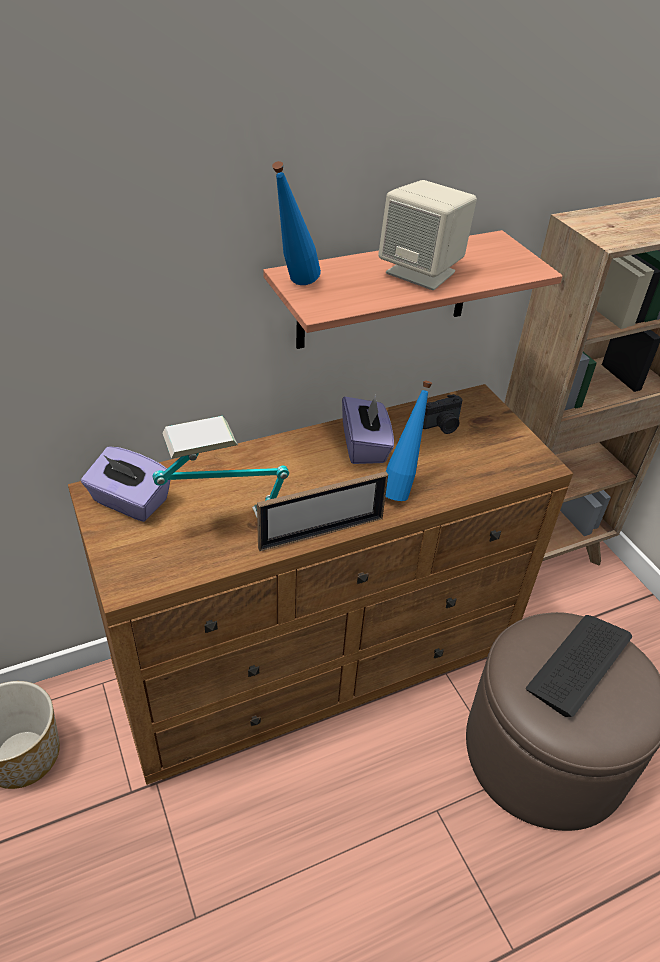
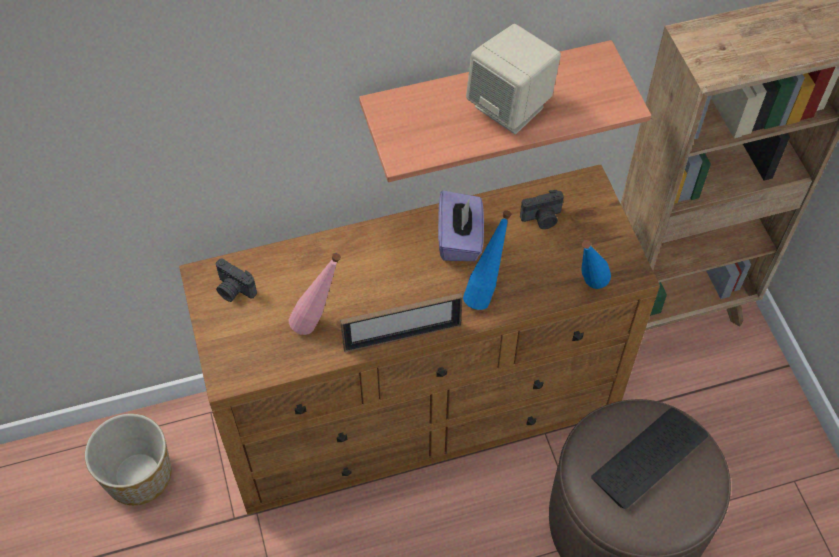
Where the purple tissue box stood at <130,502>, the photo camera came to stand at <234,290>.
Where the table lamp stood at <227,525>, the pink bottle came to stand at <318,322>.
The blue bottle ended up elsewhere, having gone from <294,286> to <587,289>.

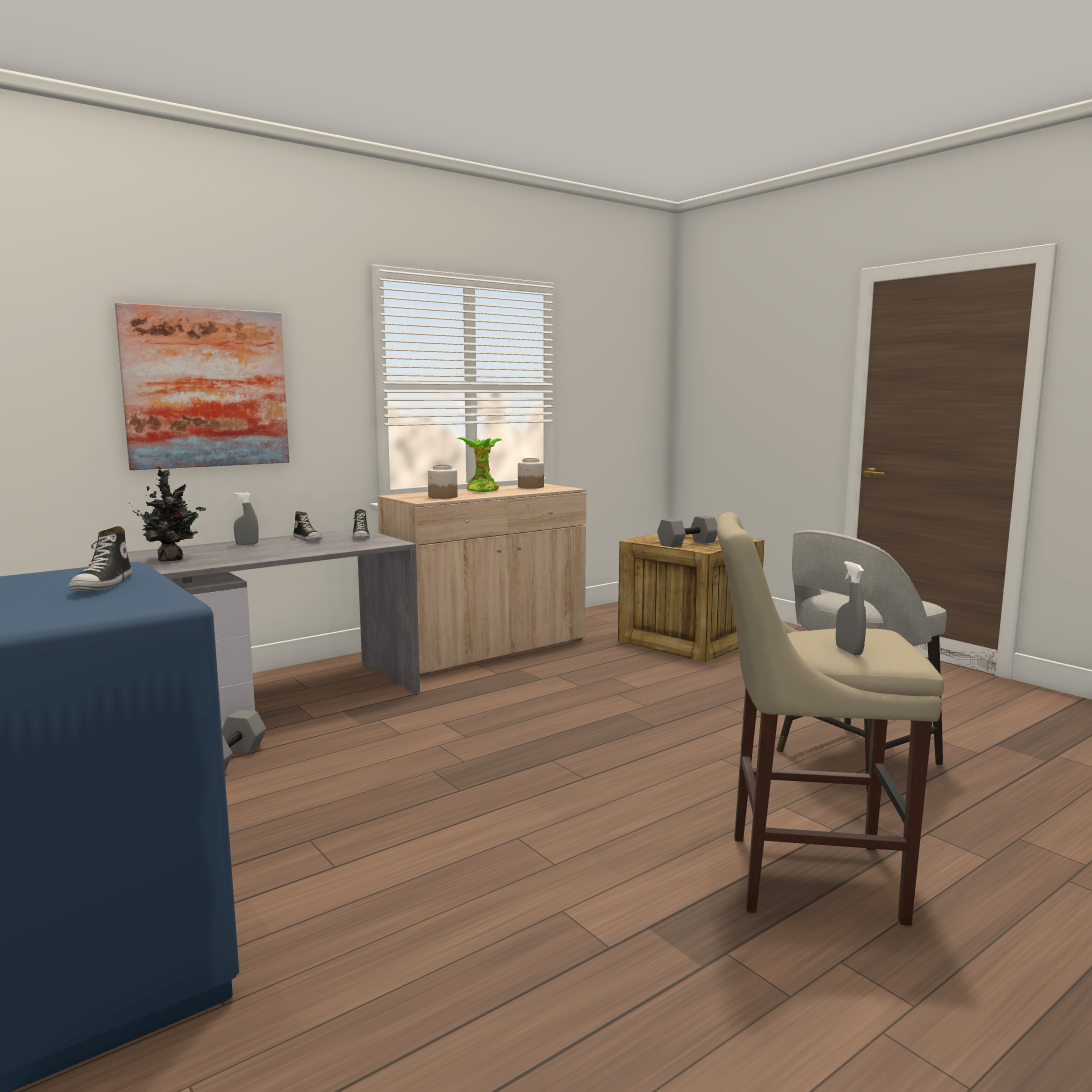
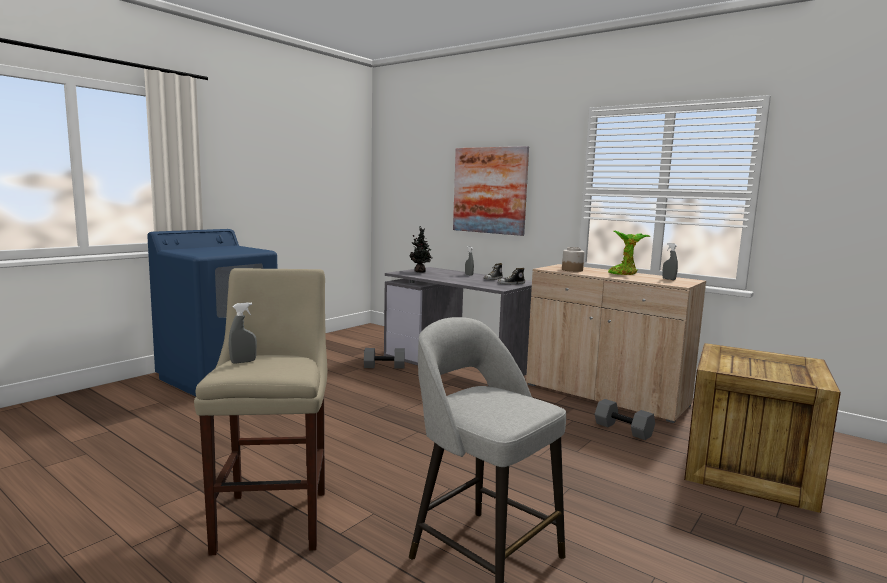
The second view lost the shoe at <103,585>.
Where the jar stood at <530,487>, the grey spray bottle came to stand at <668,279>.
The grey dumbbell ended up elsewhere, having gone from <687,544> to <622,430>.

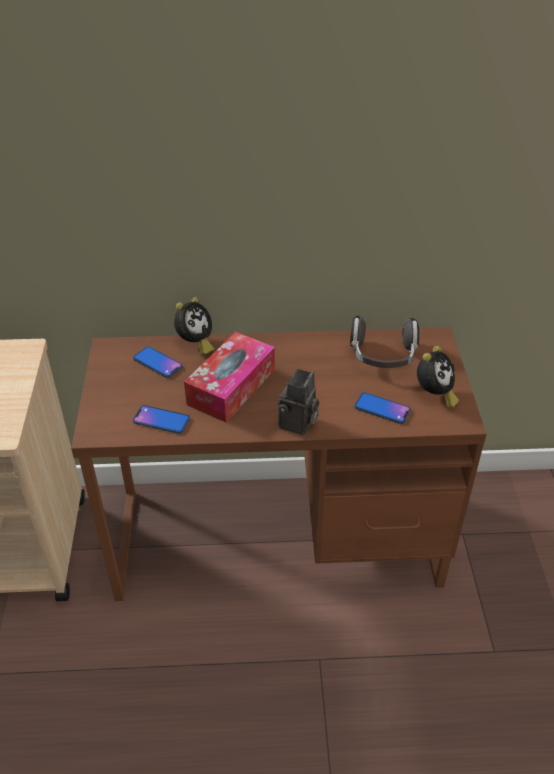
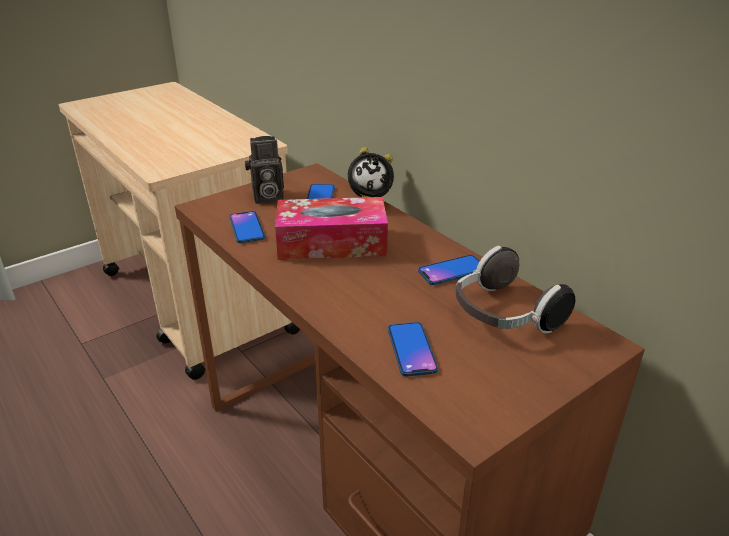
The photo camera ended up elsewhere, having gone from <298,424> to <266,197>.
The second view lost the alarm clock at <434,395>.
The second view gained the phone at <452,271>.

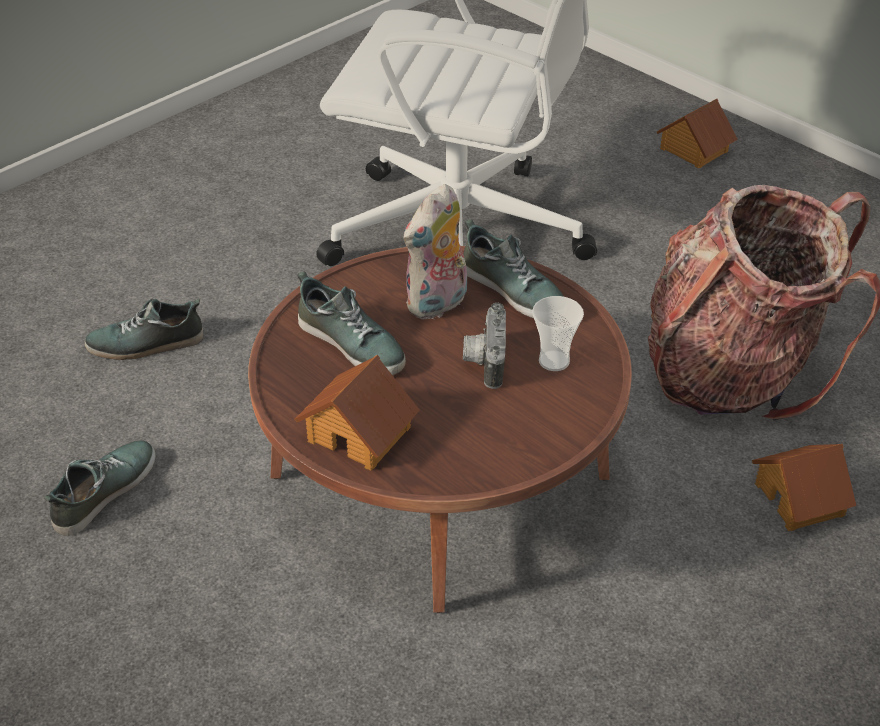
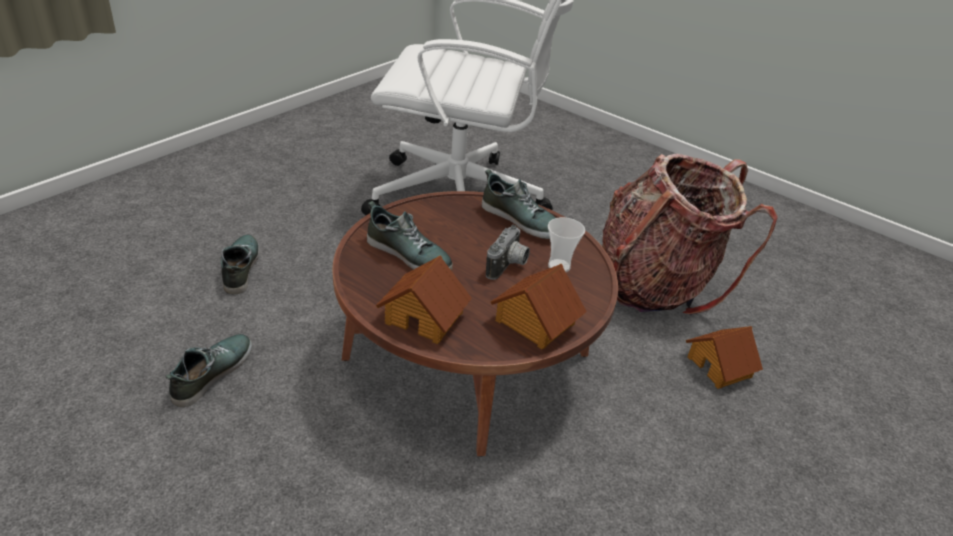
The shoe at <146,344> ended up facing another way, 105 degrees clockwise from before.
The second view lost the plush toy at <438,305>.
The photo camera at <483,361> ended up facing another way, 150 degrees counterclockwise from before.
The toy house ended up elsewhere, having gone from <693,150> to <534,322>.

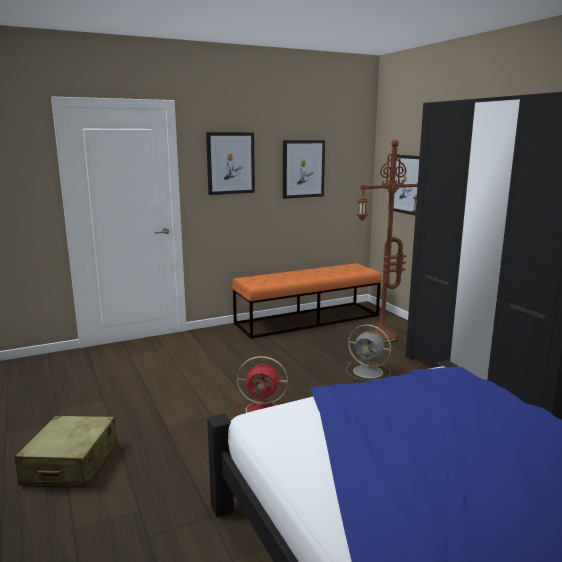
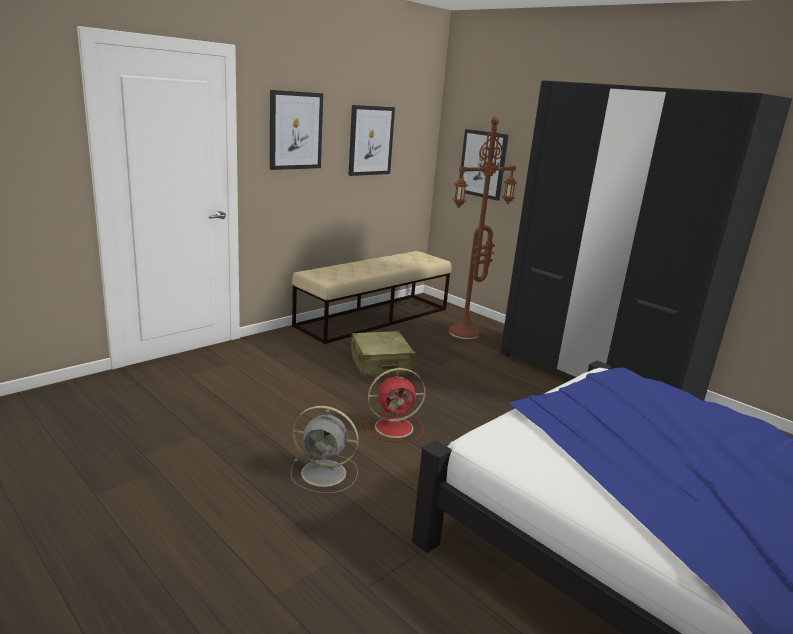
The beige suitcase ended up elsewhere, having gone from <71,464> to <380,366>.
What was the orange bench at <308,319> turned into the beige bench at <374,317>.
The grey fan ended up elsewhere, having gone from <369,372> to <325,473>.

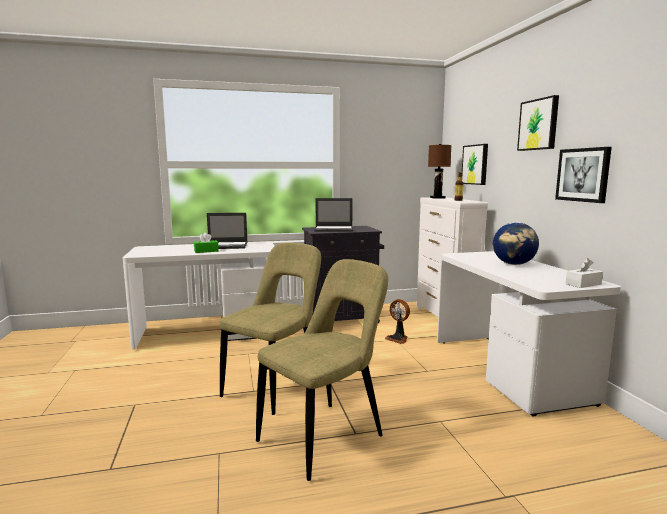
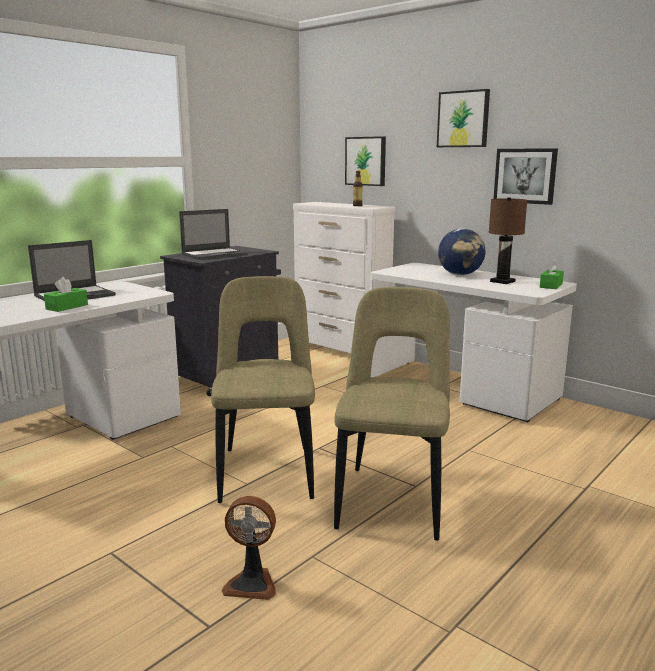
The fan ended up elsewhere, having gone from <398,339> to <252,583>.
The brown table lamp ended up elsewhere, having gone from <437,198> to <502,281>.
What was the white tissue box at <583,284> turned into the green tissue box at <551,285>.

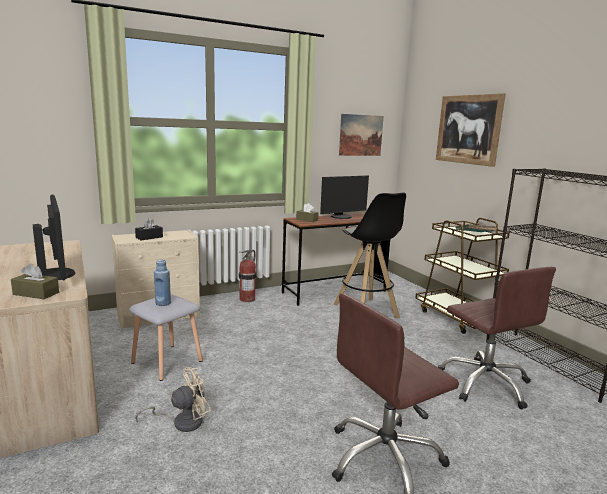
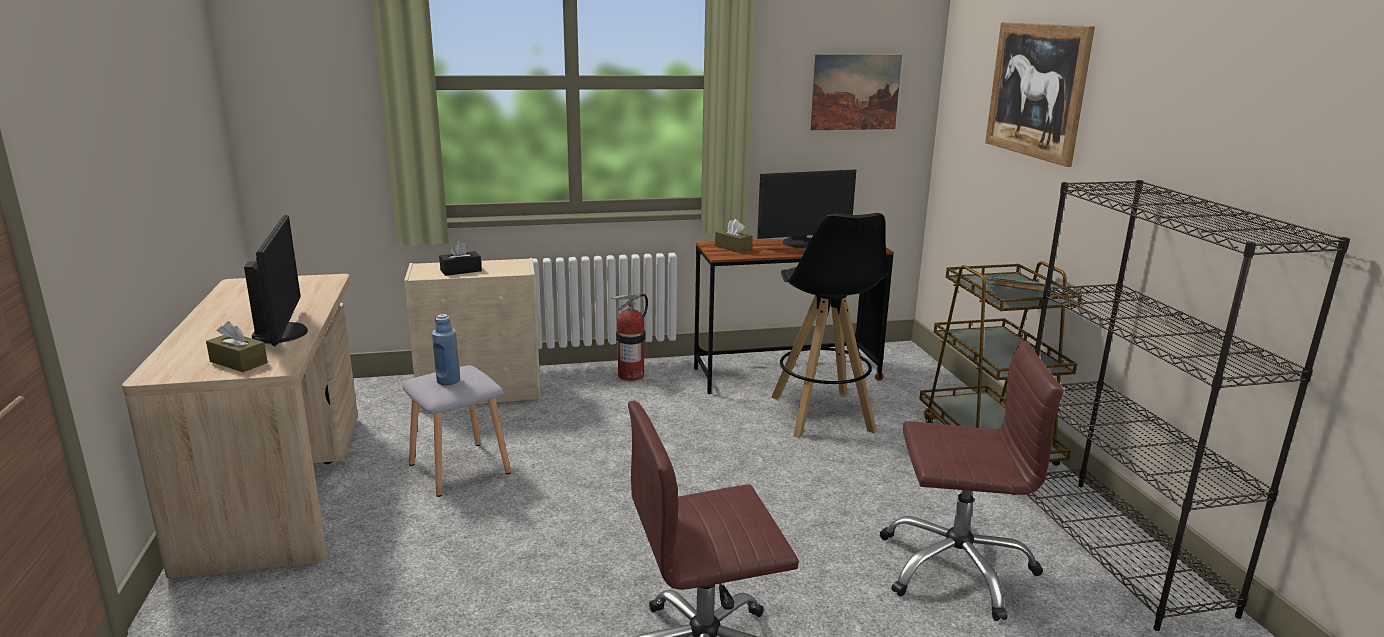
The second view lost the beige fan at <182,422>.
The brown office chair at <485,383> ended up facing another way, 75 degrees counterclockwise from before.

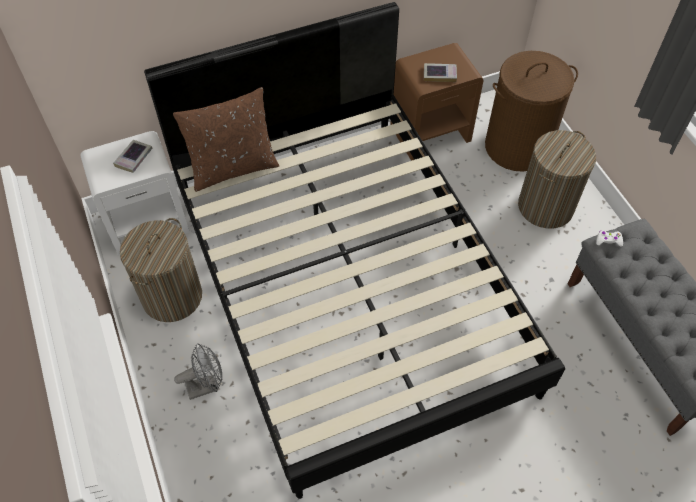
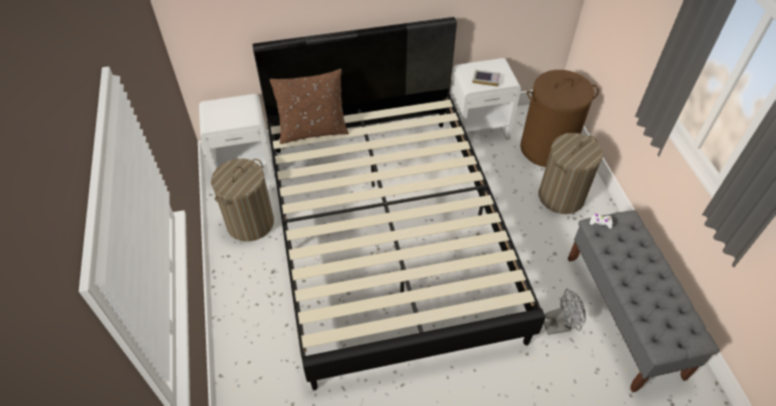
The second view lost the book at <134,158>.
The grey fan ended up elsewhere, having gone from <207,385> to <560,326>.
What was the brown nightstand at <431,133> turned into the white nightstand at <478,129>.

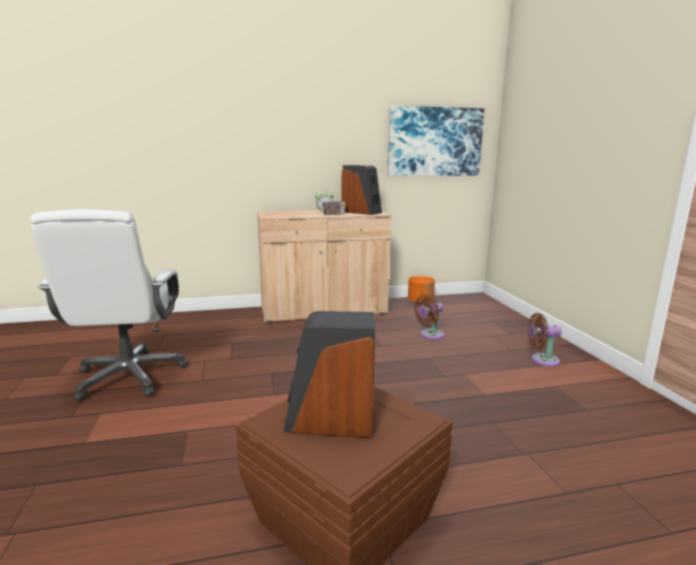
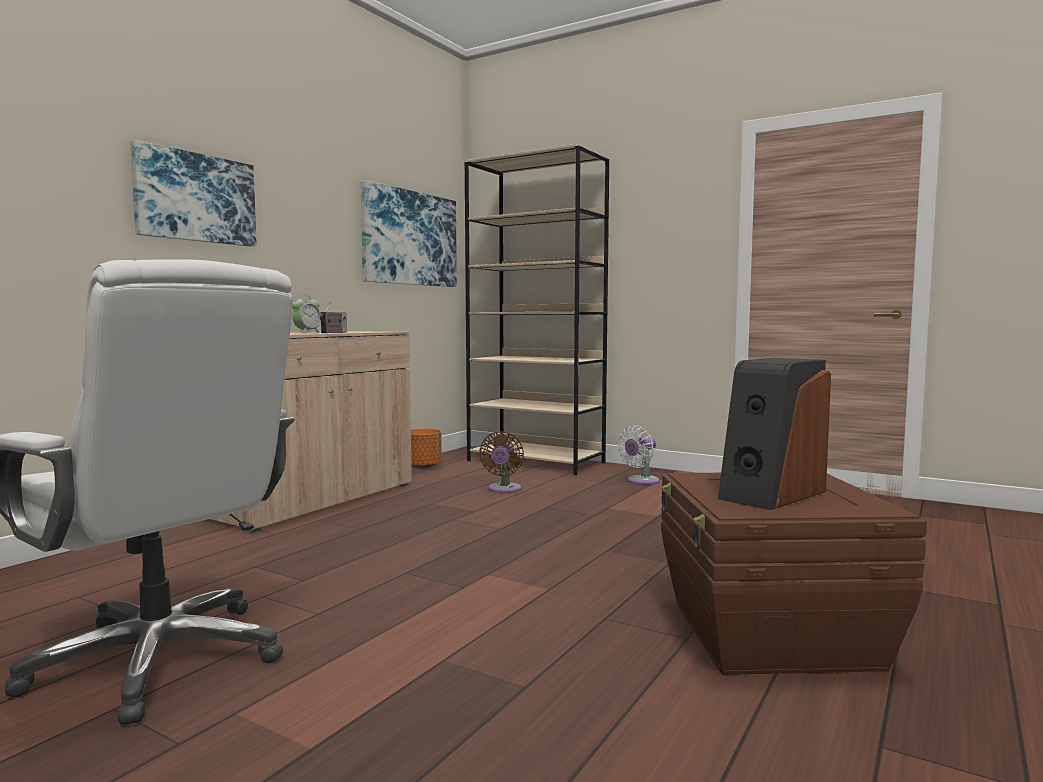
The second view lost the speaker at <361,212>.
What was the brown fan at <542,360> turned into the white fan at <641,481>.
The second view gained the picture at <195,198>.
The second view gained the beige bookcase at <536,461>.

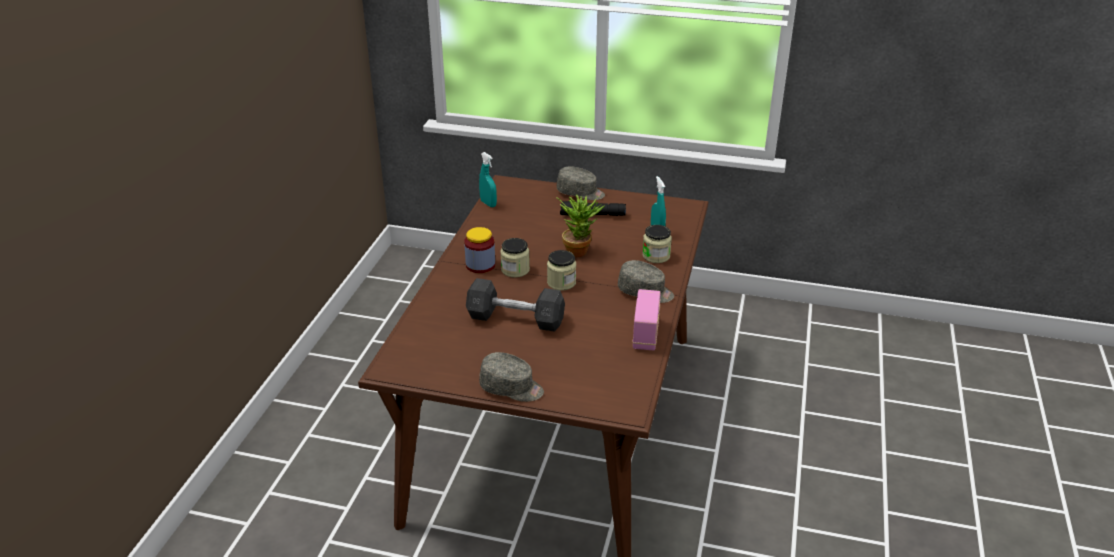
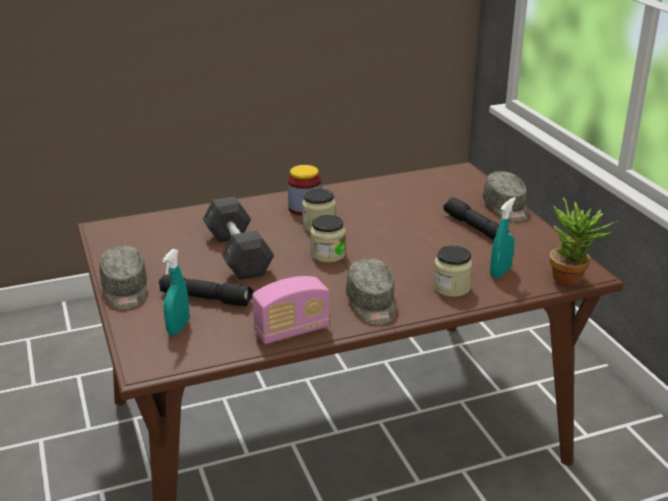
The turquoise spray bottle ended up elsewhere, having gone from <488,204> to <178,328>.
The potted plant ended up elsewhere, having gone from <580,250> to <573,279>.
The second view gained the black flashlight at <207,298>.

